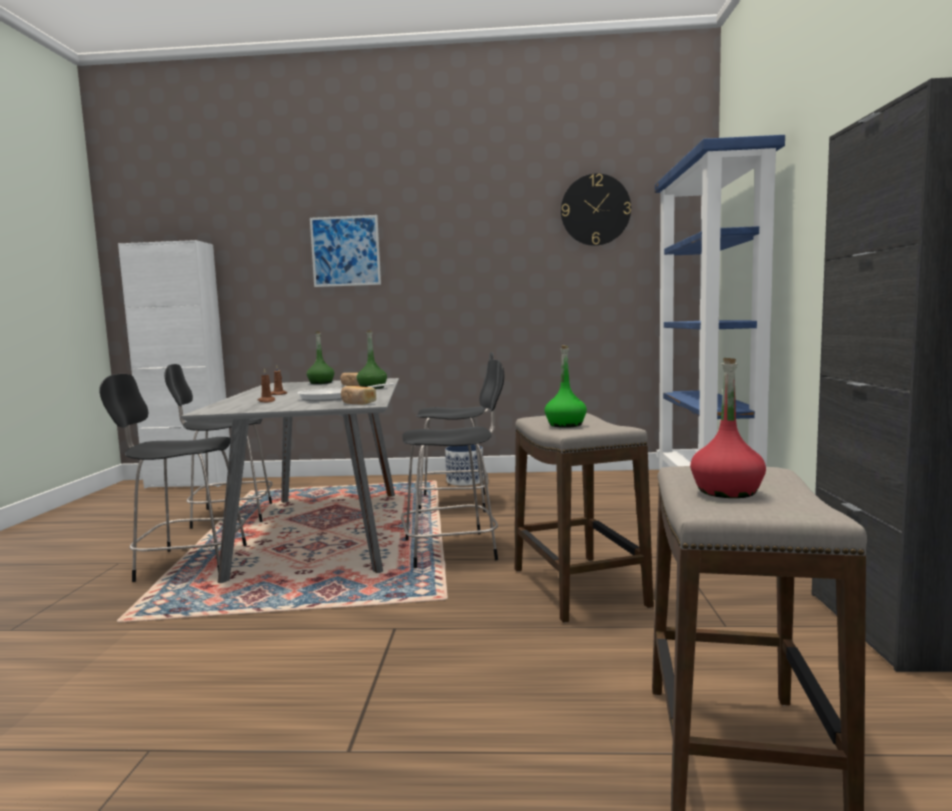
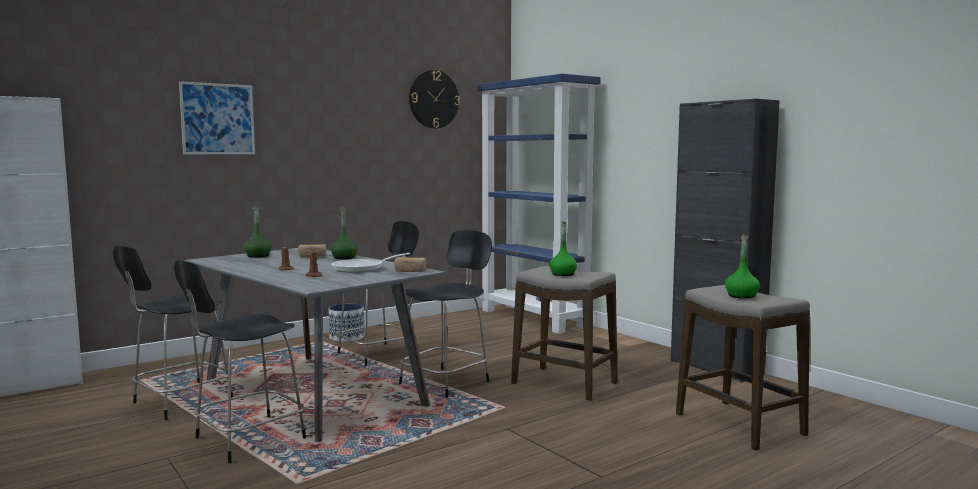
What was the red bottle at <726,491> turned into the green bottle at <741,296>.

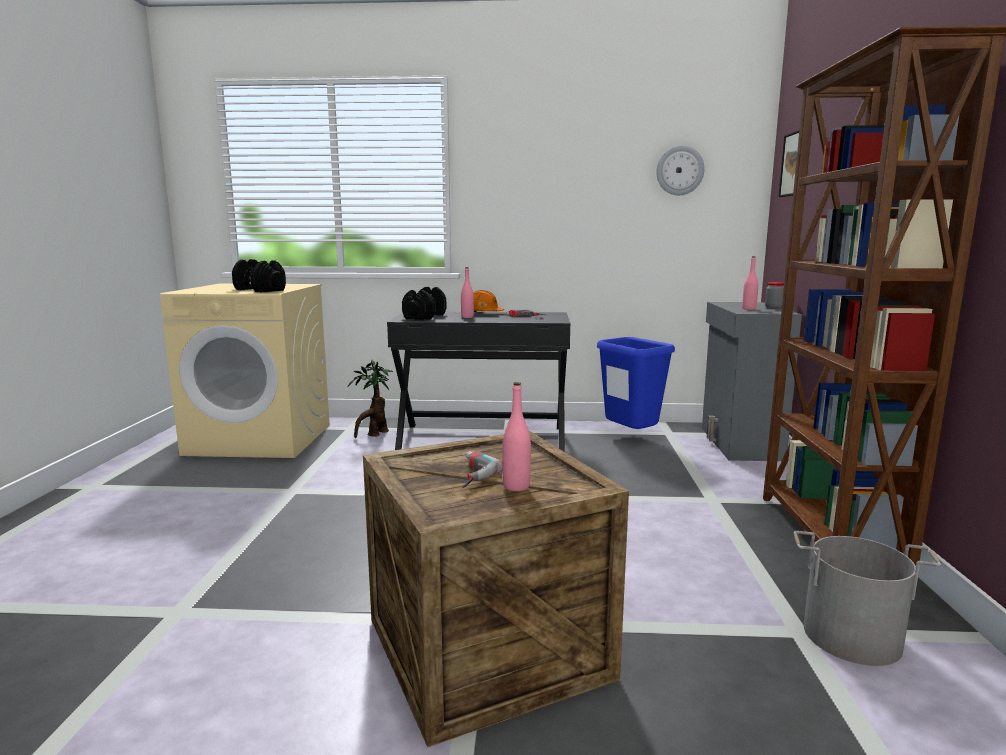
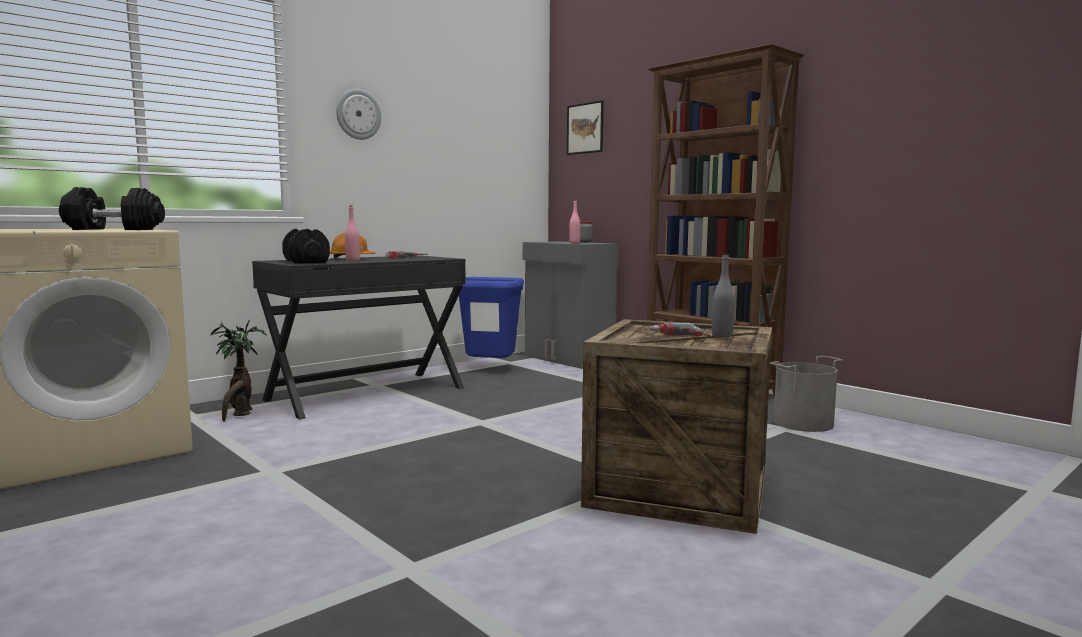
What was the pink bottle at <516,486> turned into the grey bottle at <722,335>.
The wall clock ended up elsewhere, having gone from <679,170> to <358,114>.

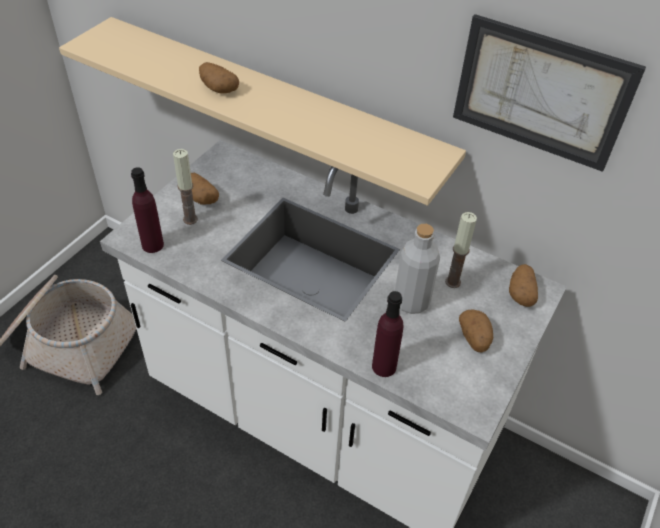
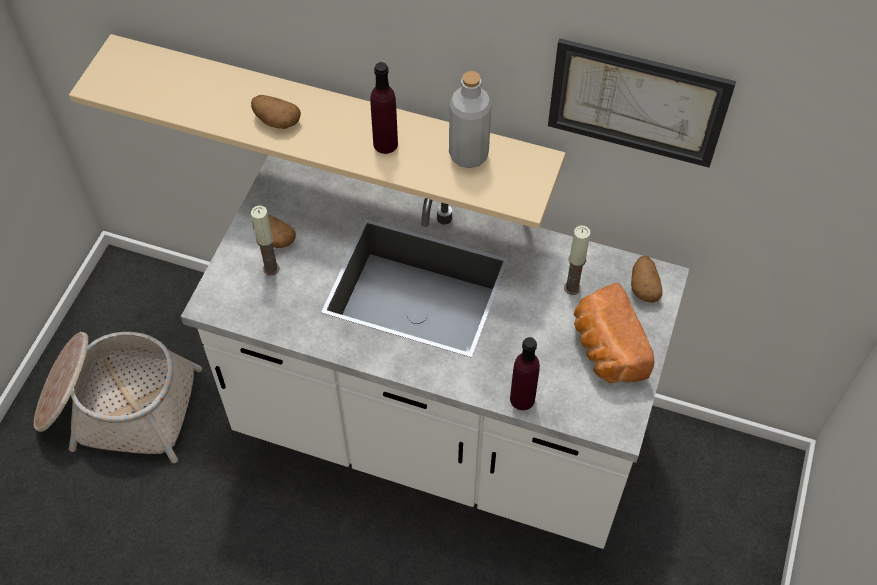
The purple bottle ended up elsewhere, having gone from <152,245> to <385,144>.
The grey bottle ended up elsewhere, having gone from <411,301> to <468,154>.
Where the potato stood at <474,339>, the bread came to stand at <606,349>.

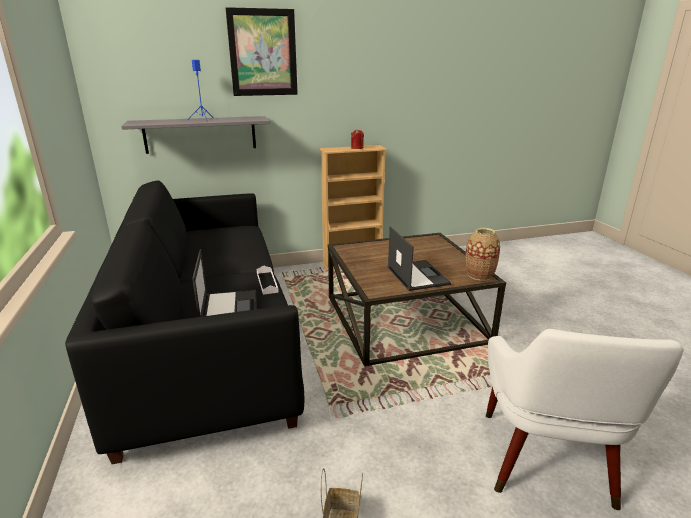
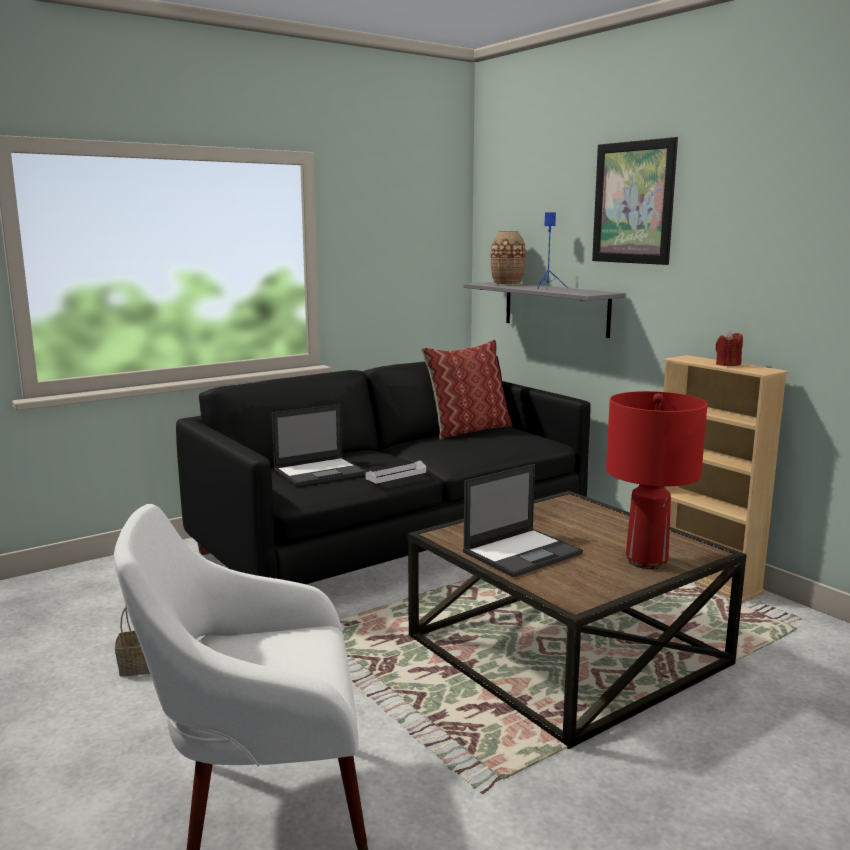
The vase ended up elsewhere, having gone from <479,275> to <507,284>.
The second view gained the pillow at <468,430>.
The second view gained the red table lamp at <645,561>.

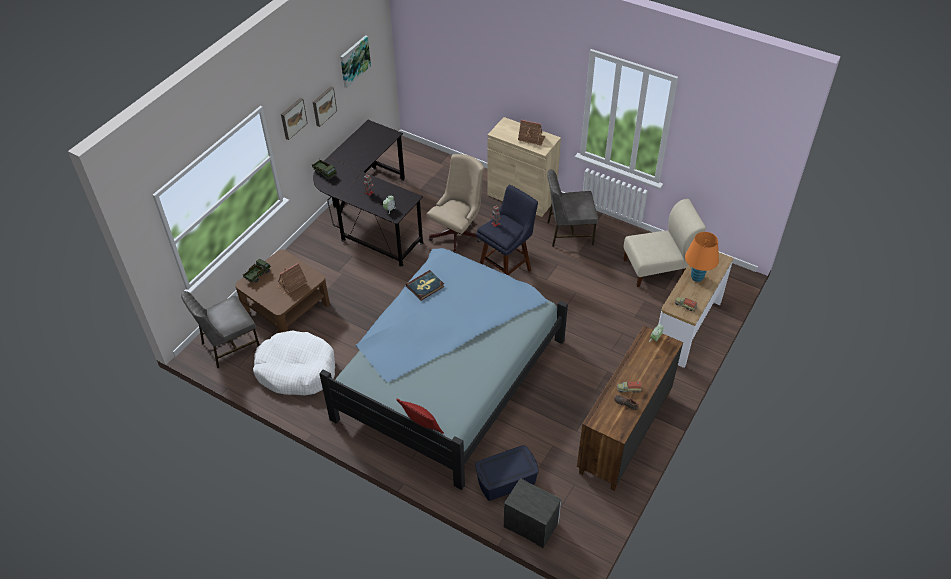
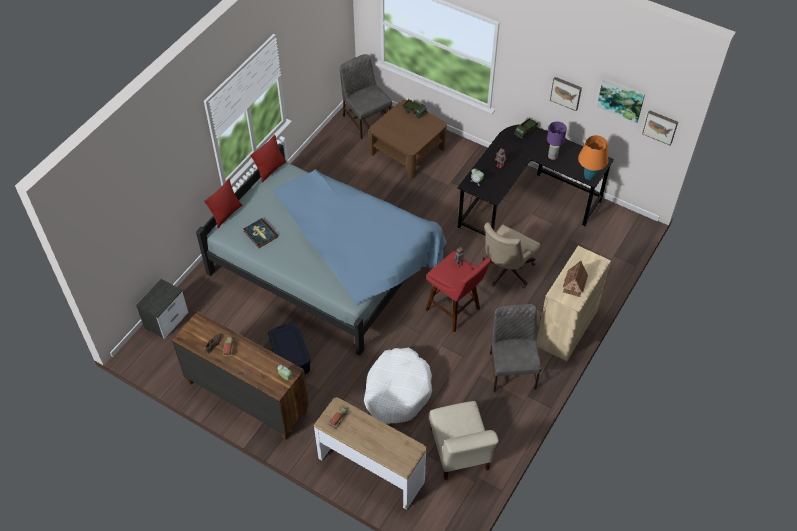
The white dog bed ended up elsewhere, having gone from <296,370> to <397,391>.
The second view lost the toy house at <291,284>.
The picture ended up elsewhere, having gone from <292,118> to <660,126>.
The book ended up elsewhere, having gone from <425,286> to <260,234>.
The beige office chair at <458,233> ended up facing another way, 90 degrees clockwise from before.
The blue storage box ended up elsewhere, having gone from <506,480> to <291,357>.
What was the blue stool at <506,269> turned into the red stool at <455,311>.
The orange table lamp ended up elsewhere, having gone from <697,277> to <589,176>.
The second view gained the red pillow at <270,170>.
The second view gained the purple table lamp at <552,156>.

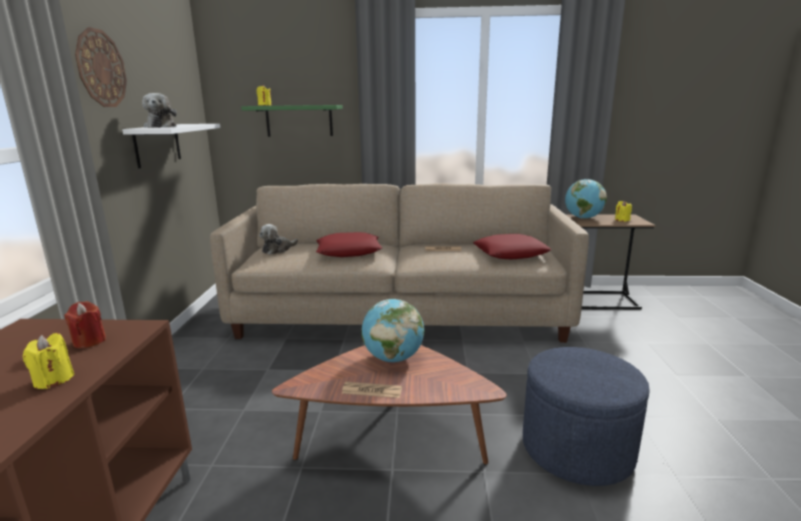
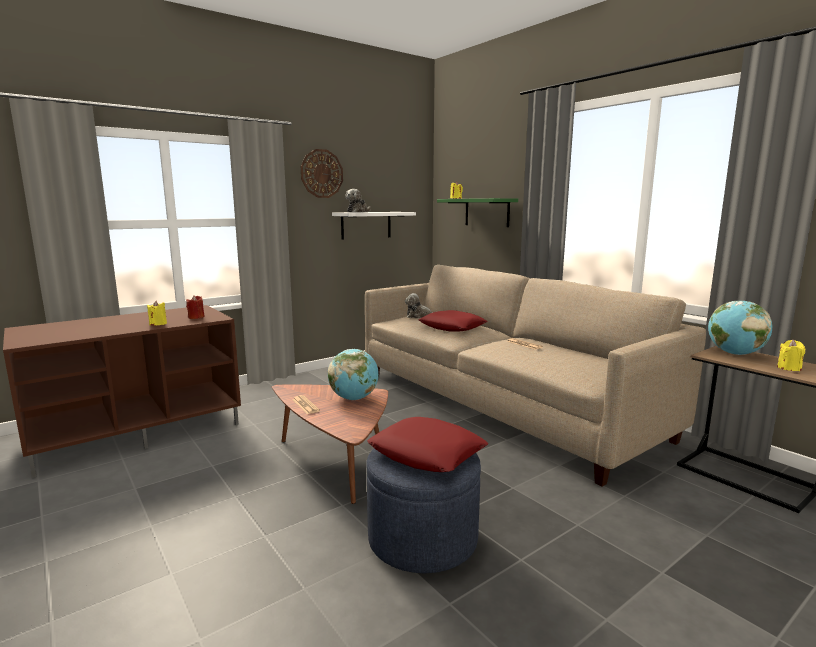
The red pillow ended up elsewhere, having gone from <511,253> to <427,453>.

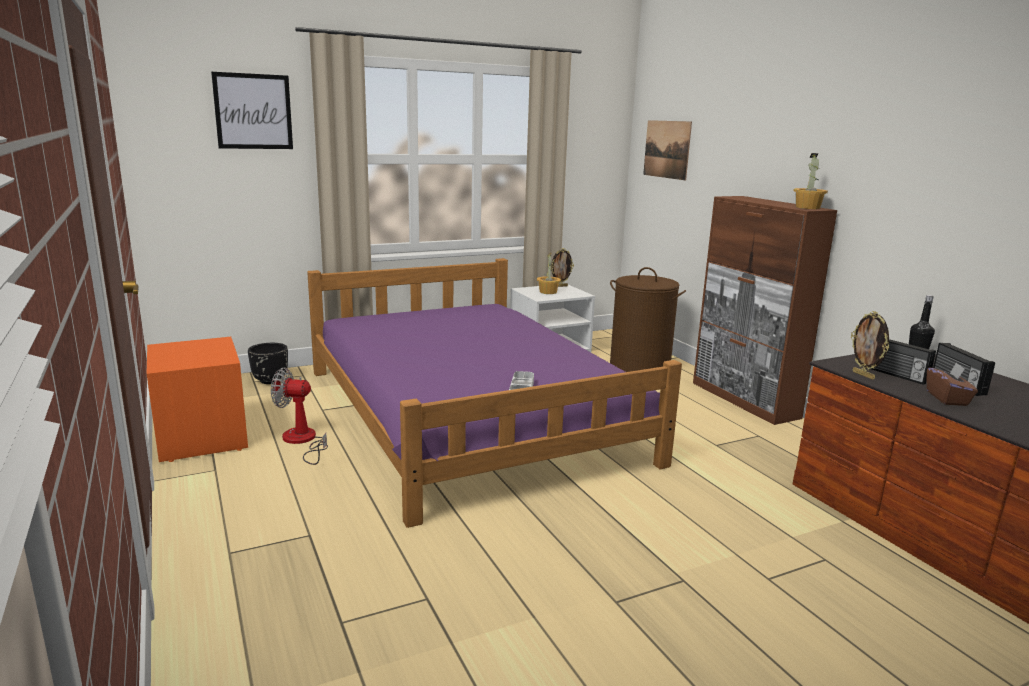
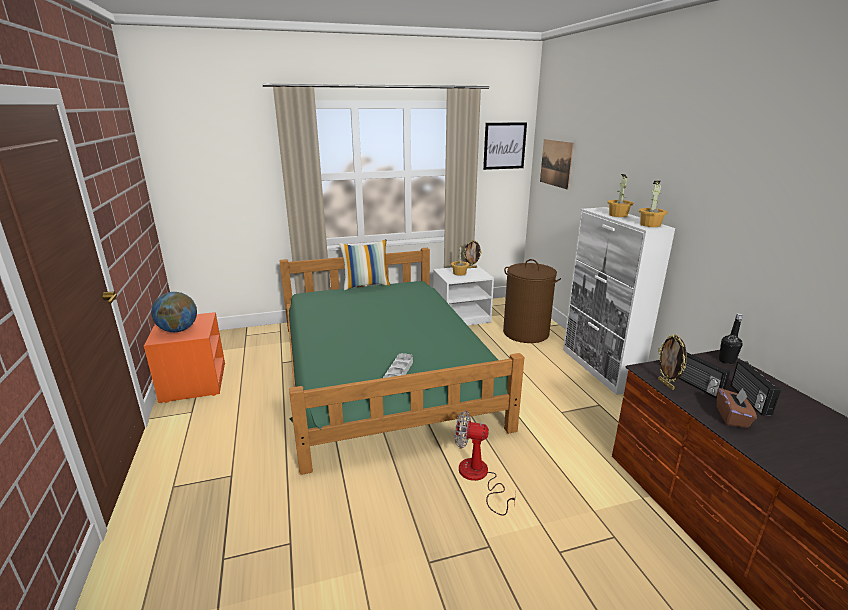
The picture ended up elsewhere, having gone from <253,111> to <504,146>.
The second view lost the black planter at <270,380>.
The fan ended up elsewhere, having gone from <303,441> to <478,477>.
What was the purple bed at <469,414> turned into the green bed at <382,372>.
What was the brown cabinet at <744,400> turned into the white cabinet at <599,369>.
The second view gained the globe at <178,330>.
The second view gained the pillow at <366,285>.
The second view gained the potted plant at <618,215>.

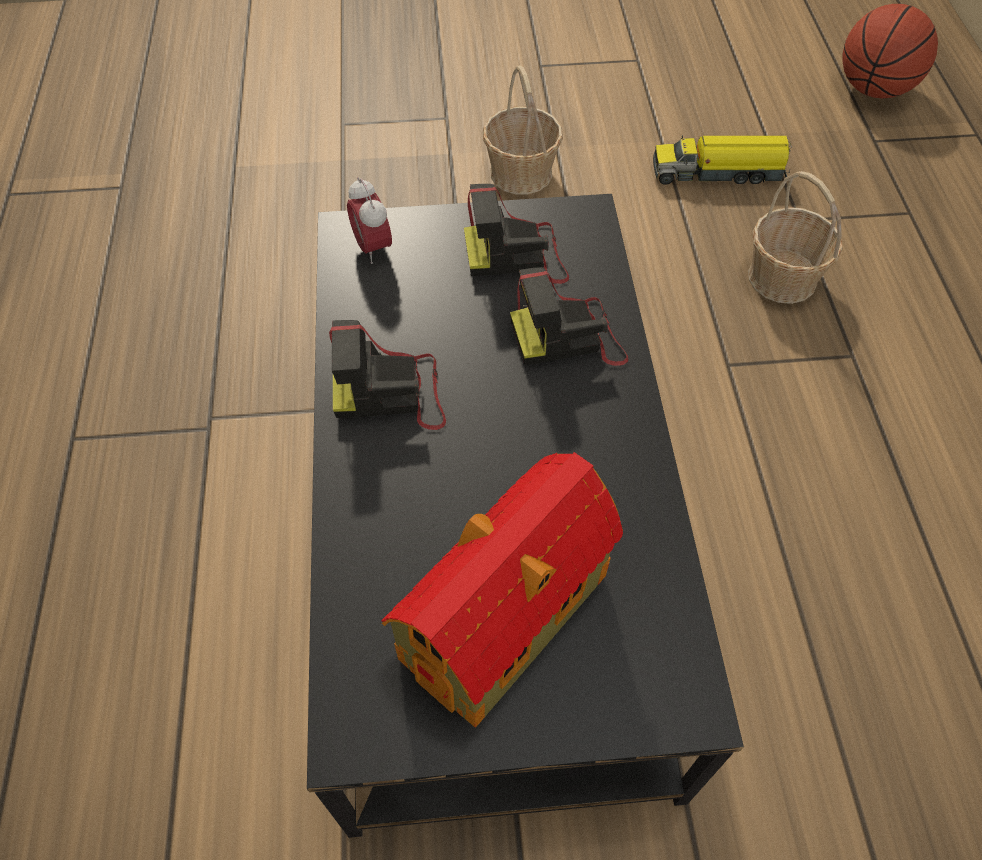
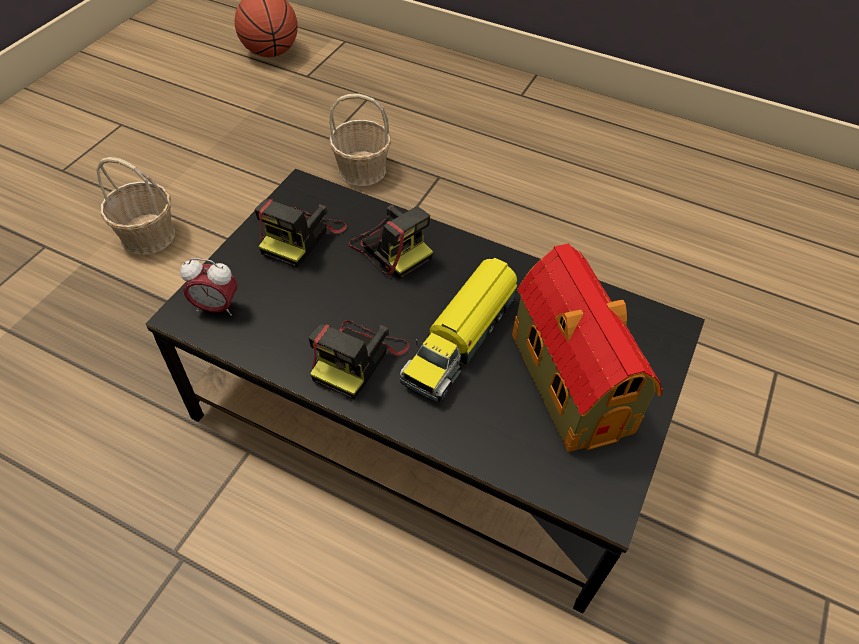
The photo camera at <569,337> ended up facing another way, 60 degrees counterclockwise from before.
The toy truck ended up elsewhere, having gone from <719,172> to <461,338>.

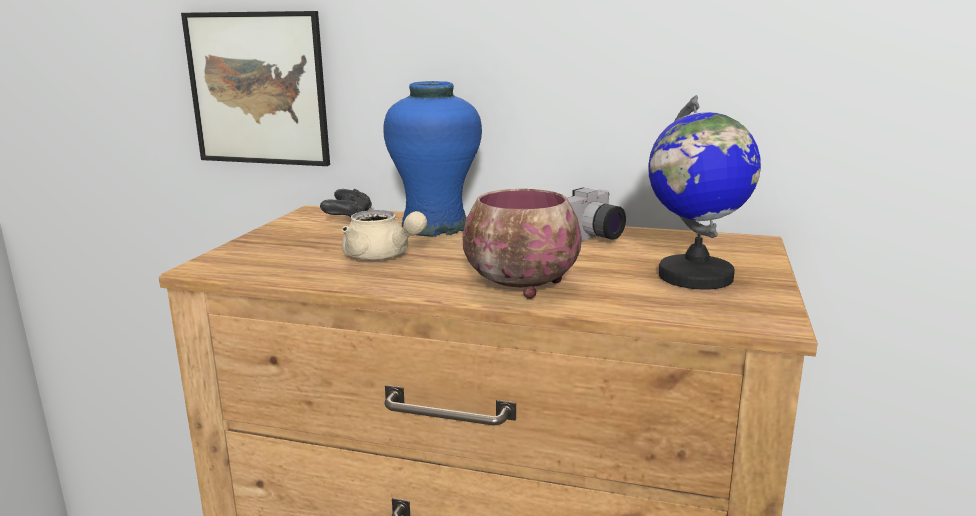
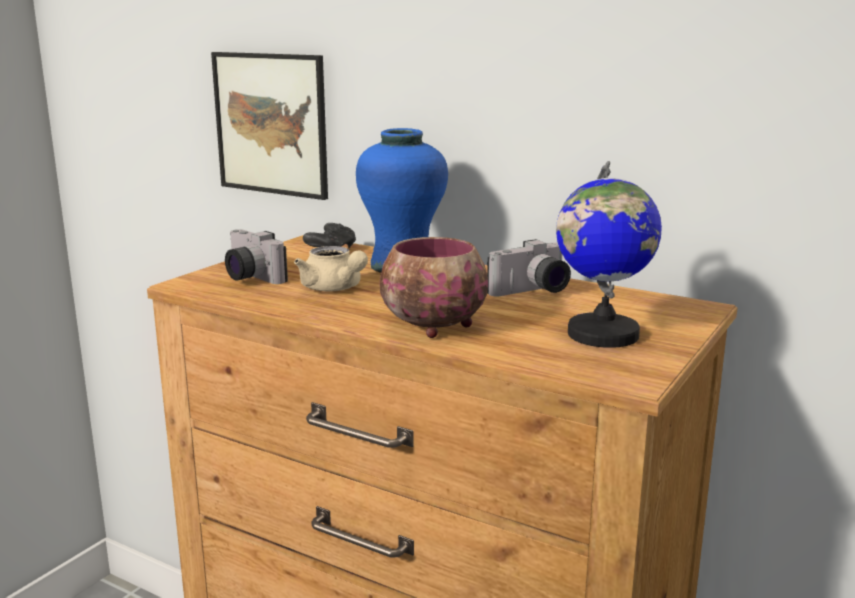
The second view gained the photo camera at <248,277>.

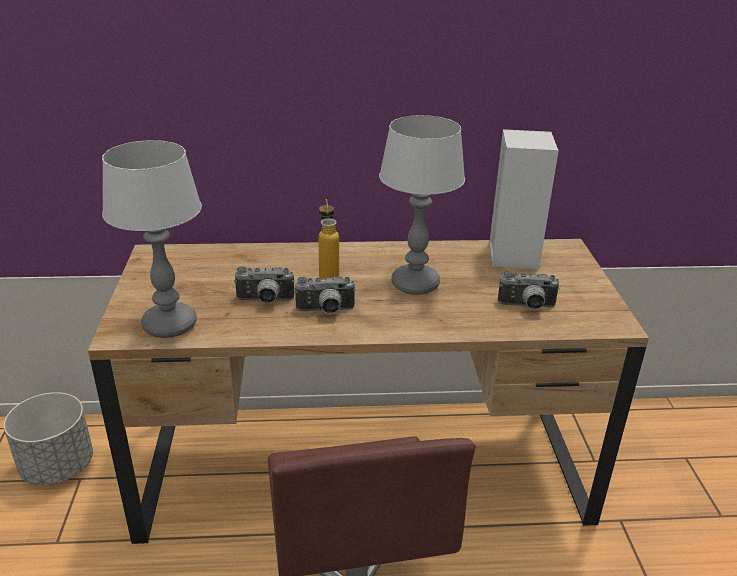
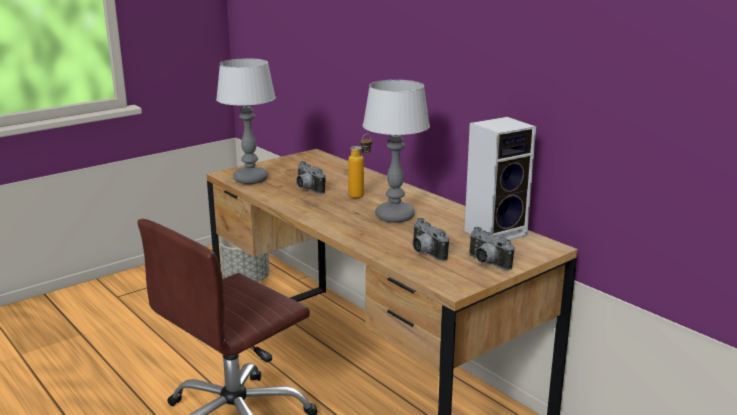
The photo camera ended up elsewhere, having gone from <325,311> to <486,263>.

